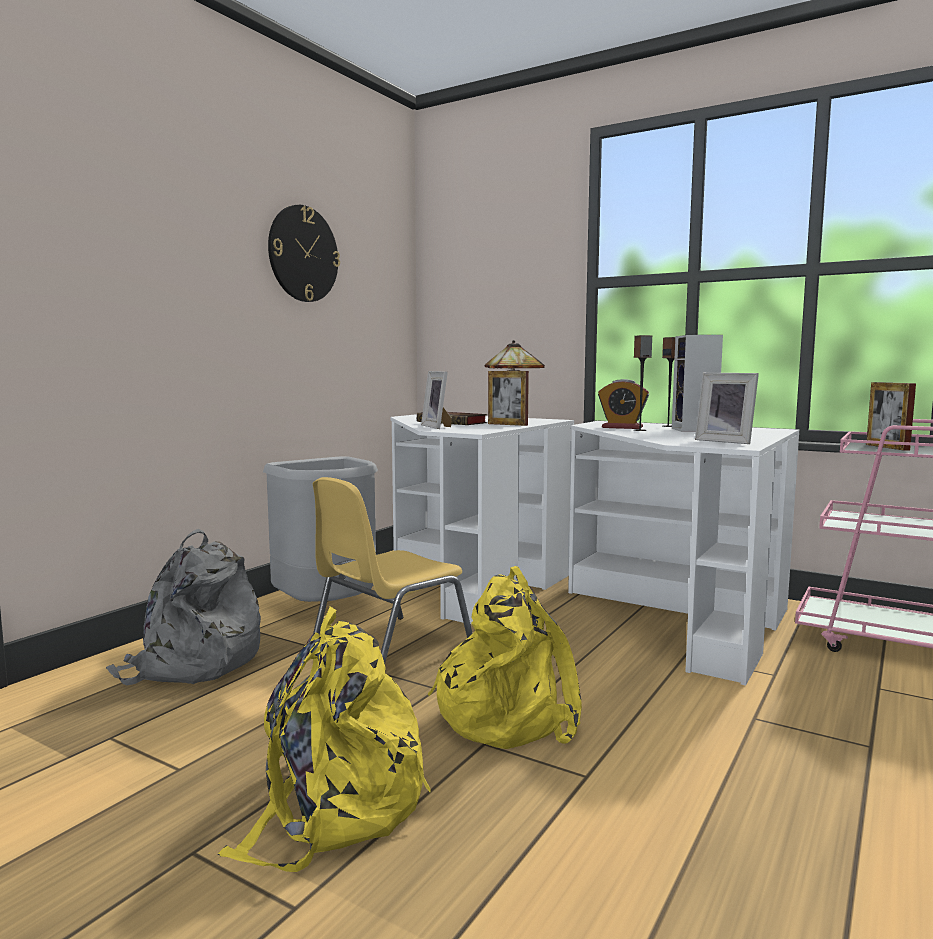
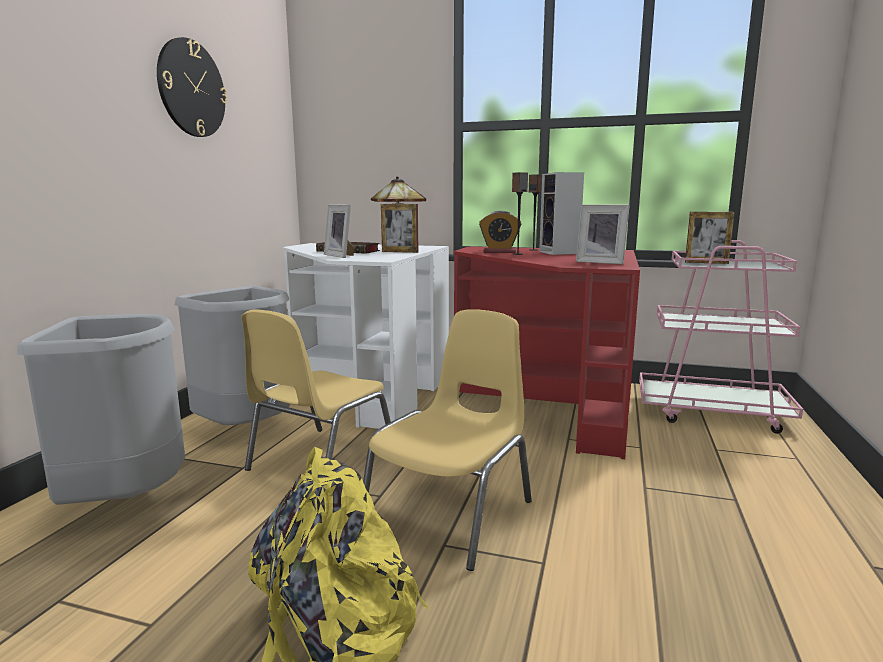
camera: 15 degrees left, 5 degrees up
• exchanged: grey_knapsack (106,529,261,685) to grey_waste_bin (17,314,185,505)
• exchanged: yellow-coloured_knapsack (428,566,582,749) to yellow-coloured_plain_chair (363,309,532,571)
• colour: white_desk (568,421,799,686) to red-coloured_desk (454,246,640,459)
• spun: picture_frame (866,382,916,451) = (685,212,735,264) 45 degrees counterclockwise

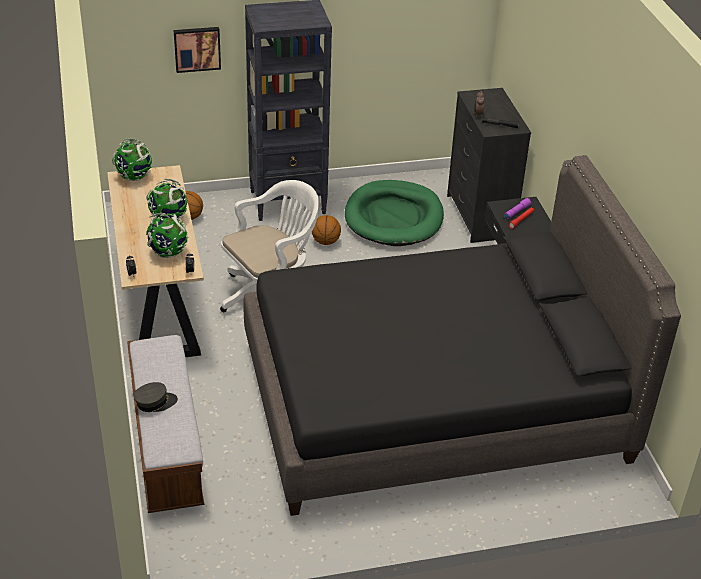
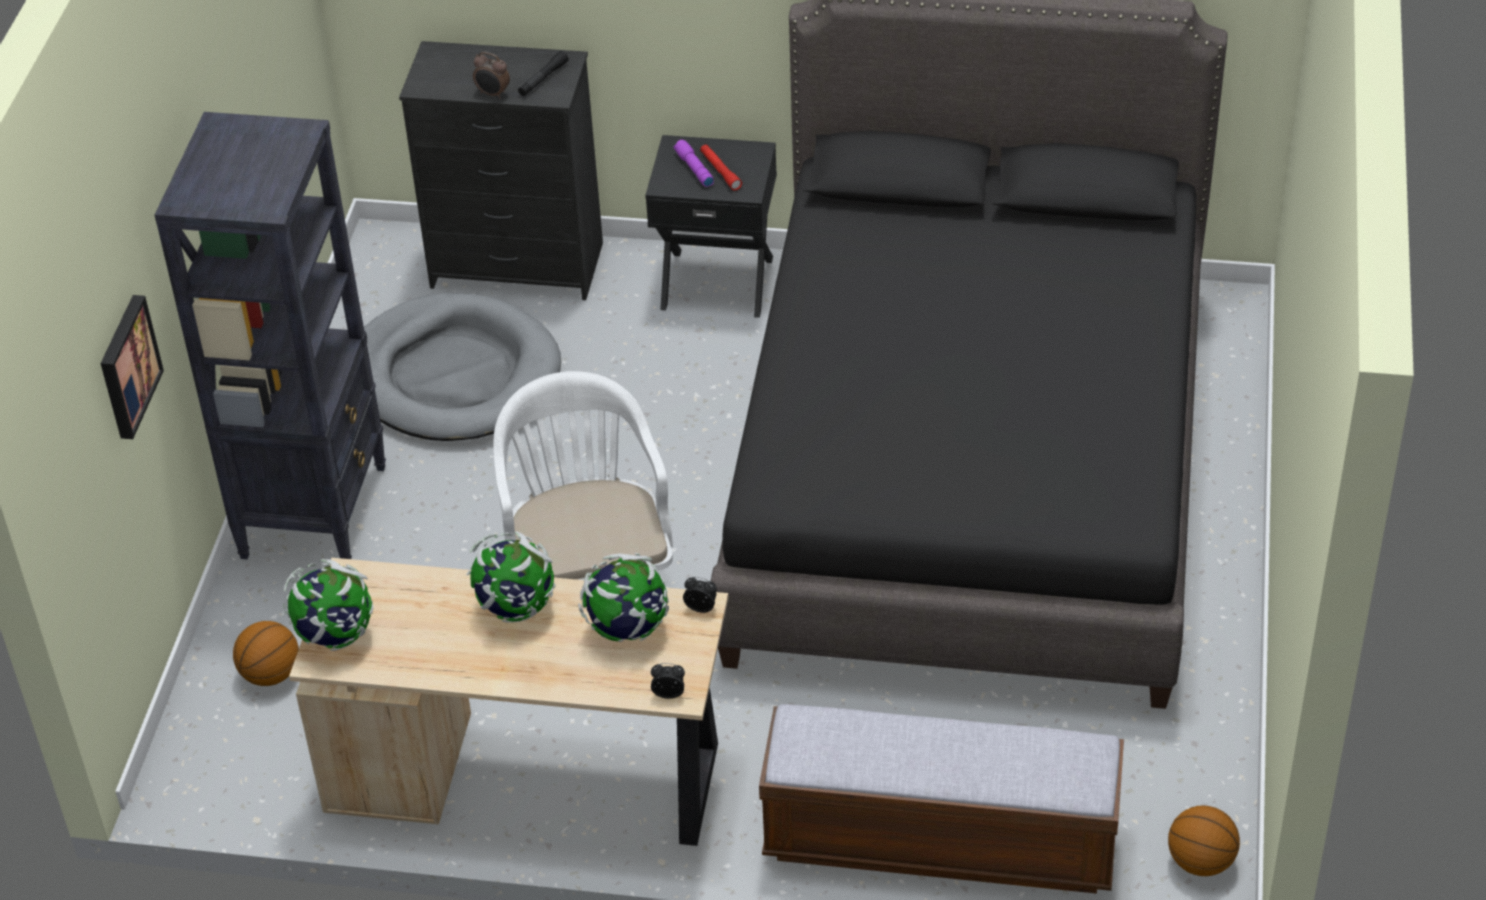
camera: 65 degrees left, 5 degrees up
• missing: grey_cap (134,382,178,412)
• relocated: ball_for_basketball (312,215,341,245) to (1168,805,1240,876)
• colour: green_pet_bed (345,180,444,246) to grey_pet_bed (364,293,561,441)

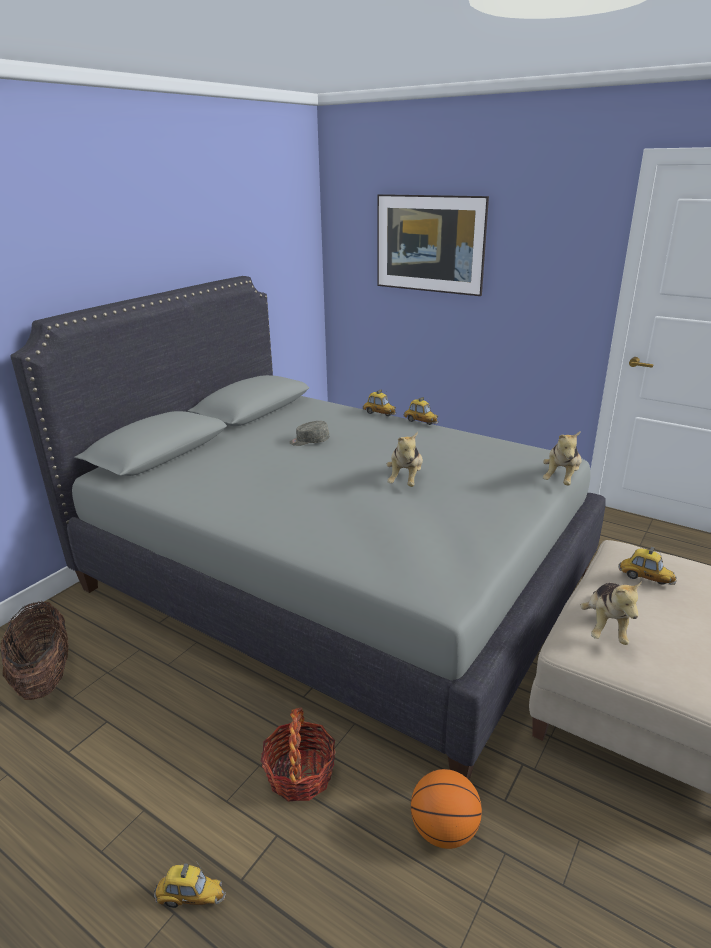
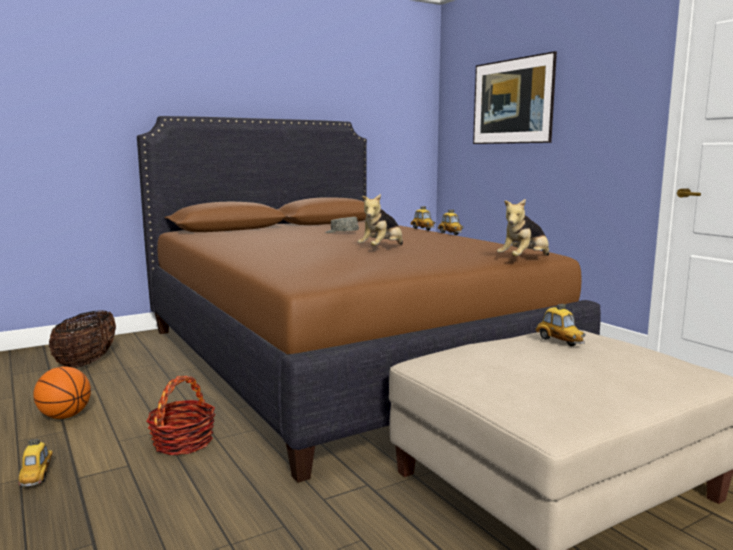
camera: 25 degrees right, 15 degrees down
• missing: cuddly_toy (580,581,642,645)
• relocated: ball_for_basketball (411,769,482,849) to (33,366,91,419)
• colour: grey_bed (10,276,606,780) to brownish_bed (137,116,601,483)
• spun: miniature_car (154,862,226,908) = (18,439,53,489) 135 degrees counterclockwise

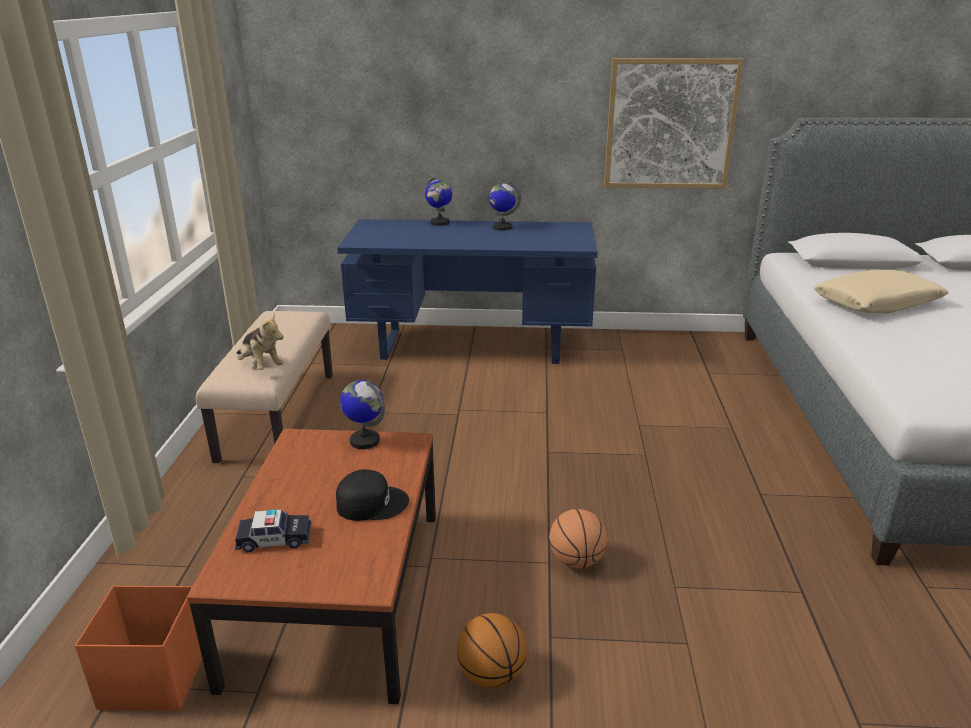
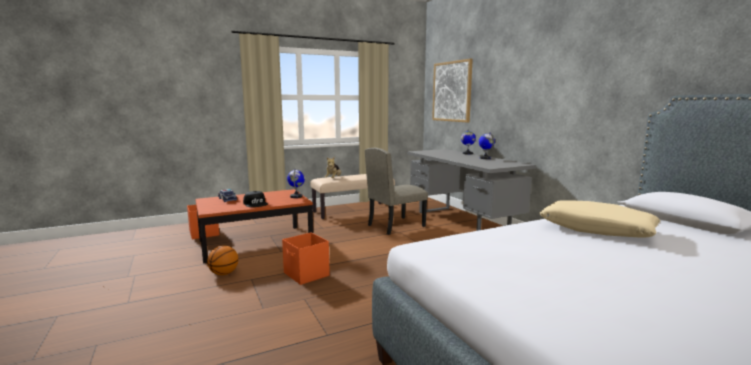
camera: 60 degrees right, 15 degrees down
• appeared: sand-coloured_plain_chair (365,148,428,235)
• relocated: wall_art (604,58,744,189) to (432,59,473,123)
• exchanged: ball_for_basketball (549,509,608,568) to orangey_storage_bin (282,232,330,285)
• colour: blue_desk (337,219,597,364) to grey_desk (407,149,536,231)

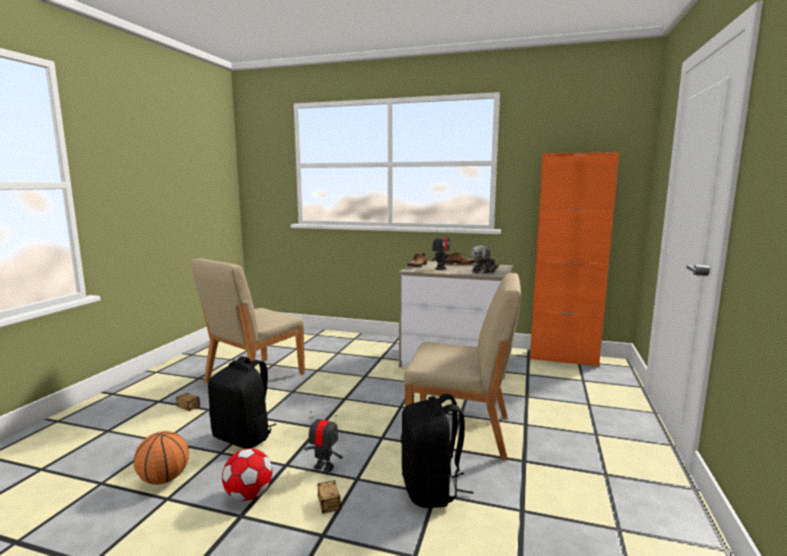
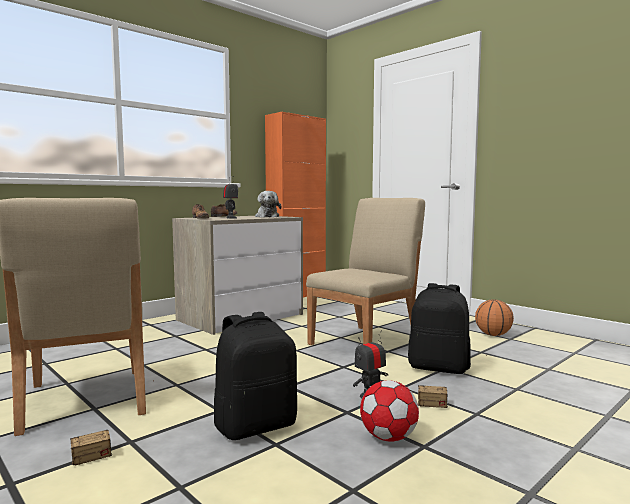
camera: 60 degrees left, 5 degrees down
• relocated: ball_for_basketball (134,431,189,484) to (475,299,514,336)

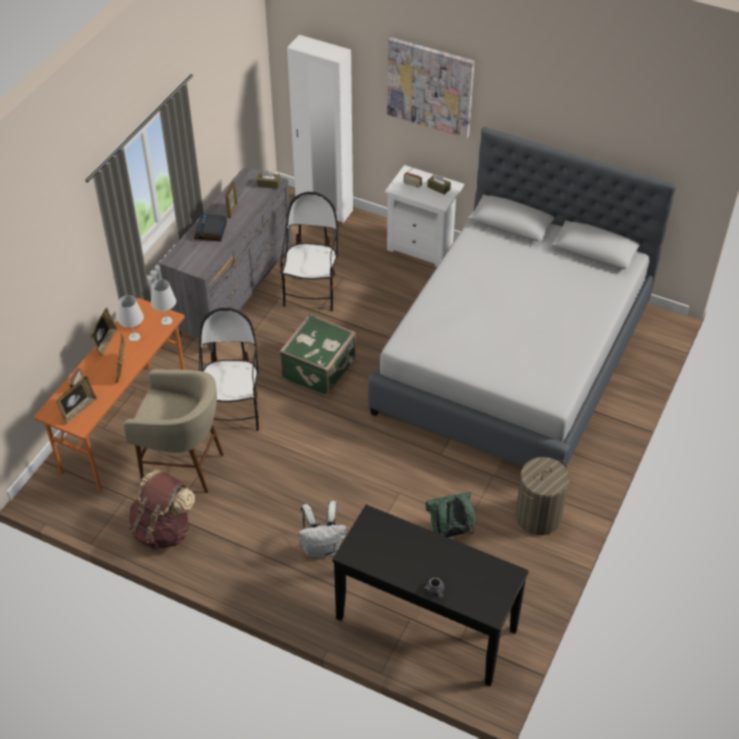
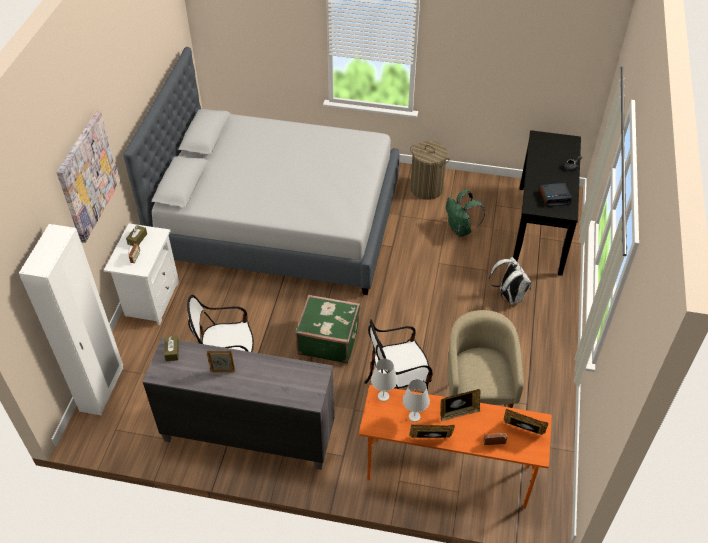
camera: 105 degrees left, 0 degrees up
• missing: brownish_knapsack (129,470,195,550)
• relocated: bedside_clock (194,214,227,242) to (539,183,572,207)

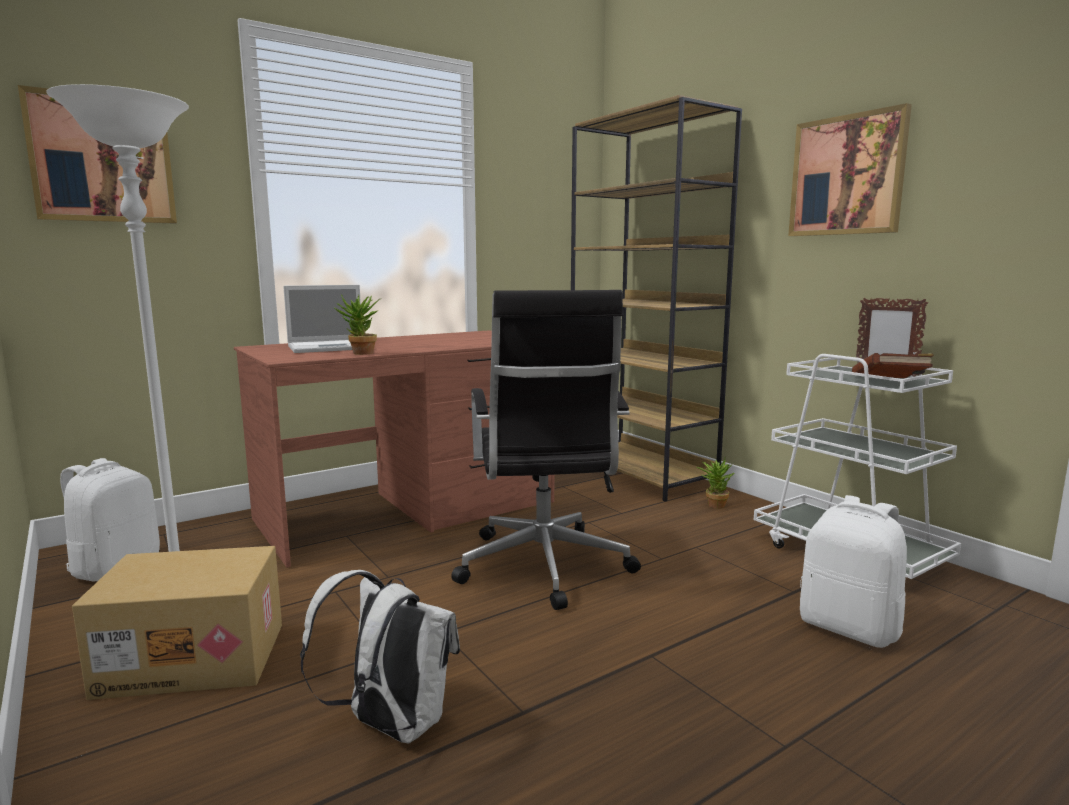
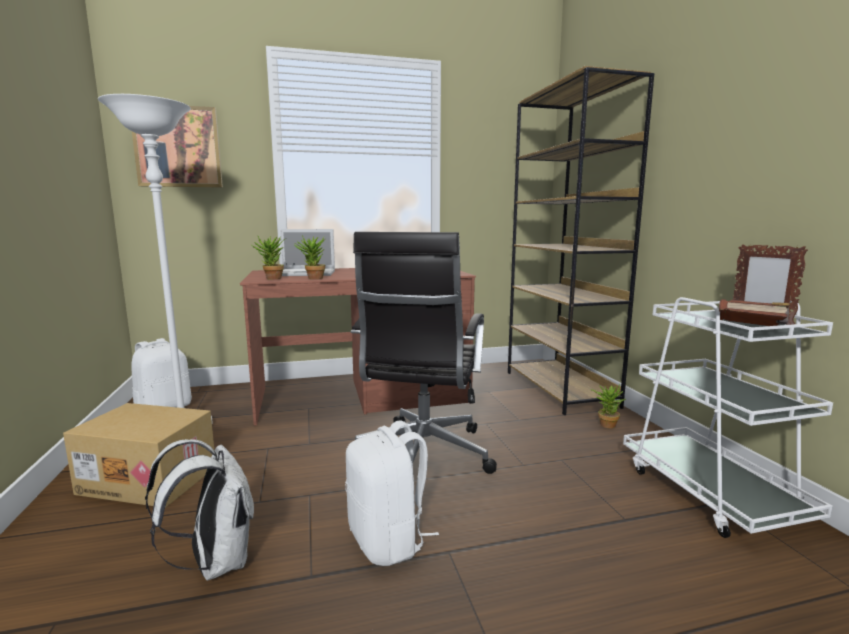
camera: 20 degrees right, 0 degrees up
• missing: wall_art (788,103,912,236)
• appeared: potted_plant (252,236,285,279)
• relocated: white_knapsack (800,495,907,648) to (345,420,439,566)

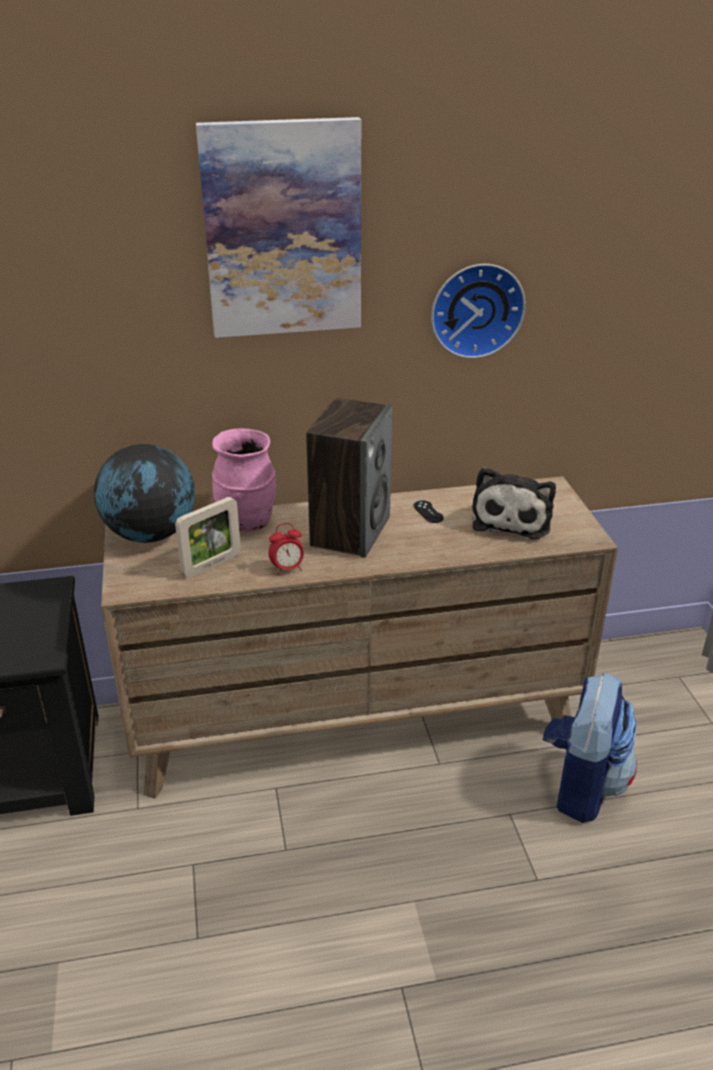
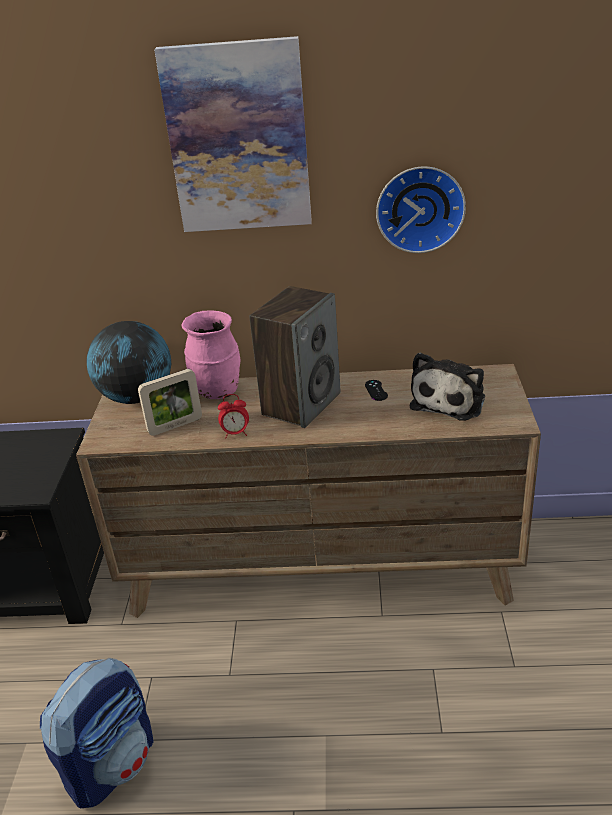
camera: 15 degrees right, 0 degrees up
• relocated: knapsack (543,672,637,823) to (40,657,154,808)

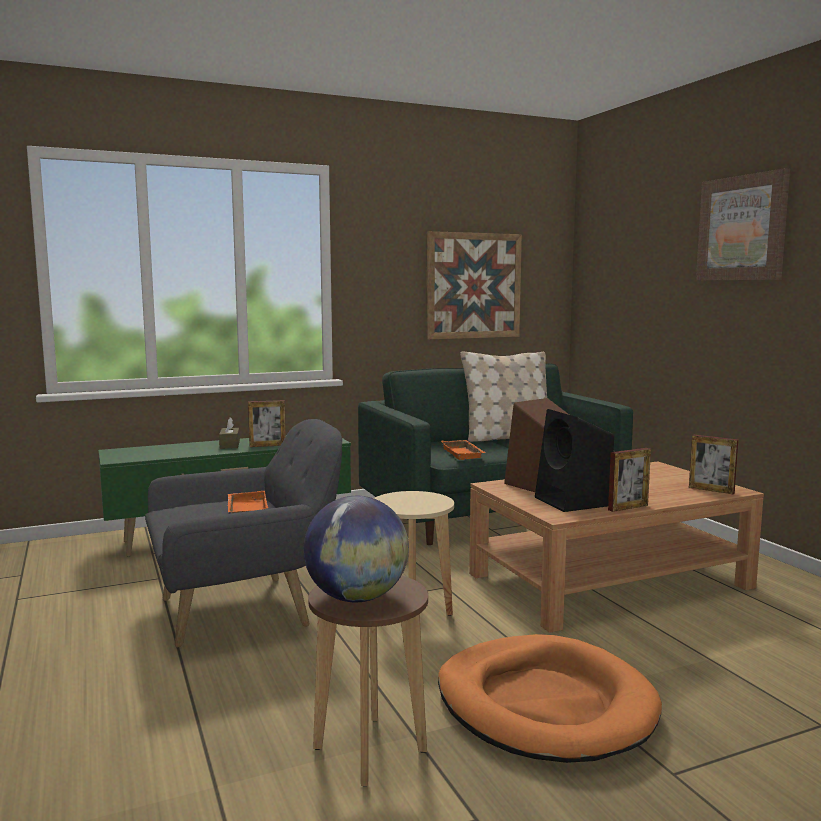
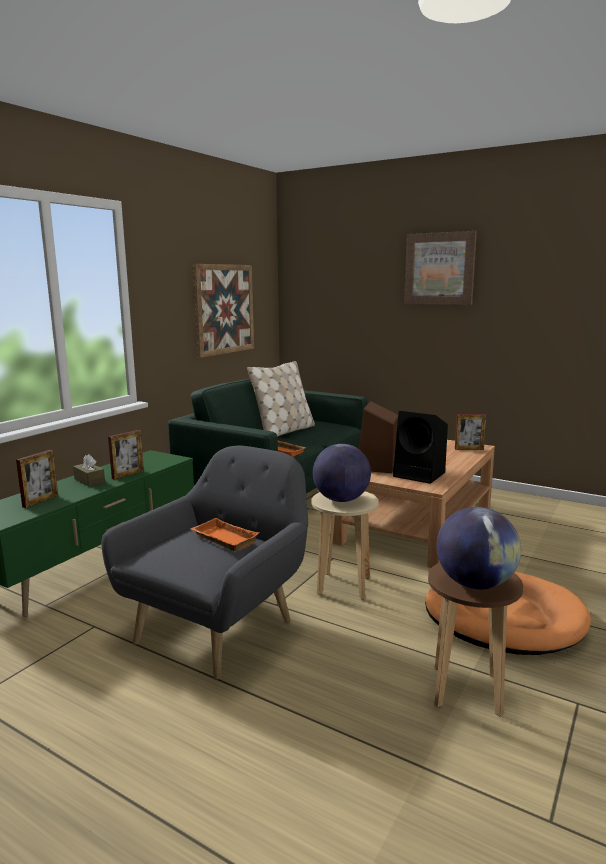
camera: 35 degrees left, 5 degrees up
• appeared: world_globe (313,444,371,502)
• relocated: picture_frame (608,448,651,512) to (16,450,58,508)

